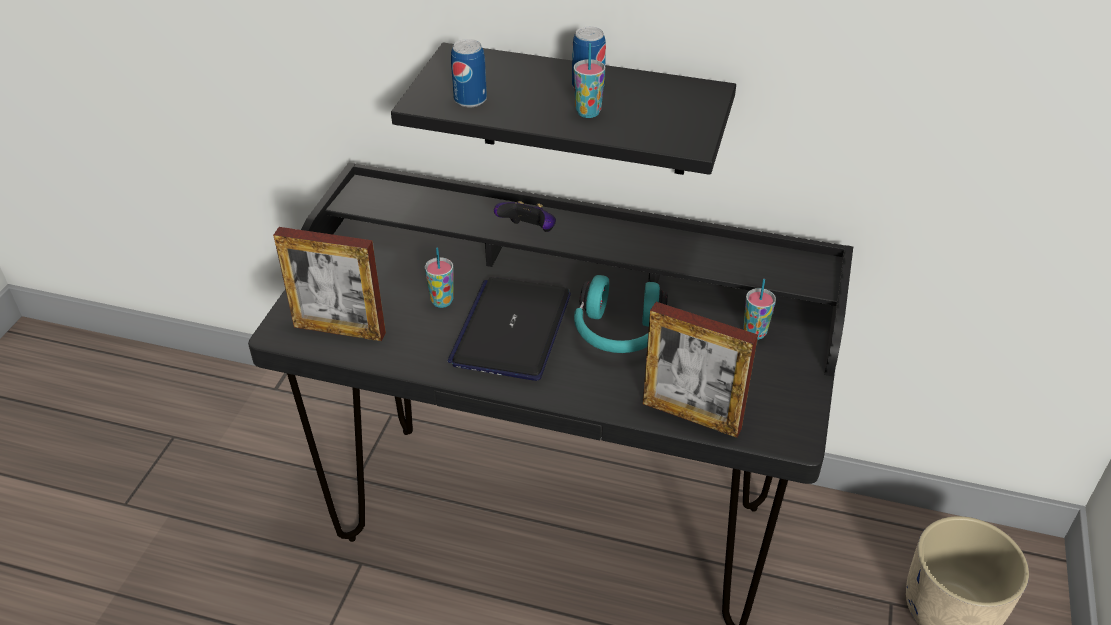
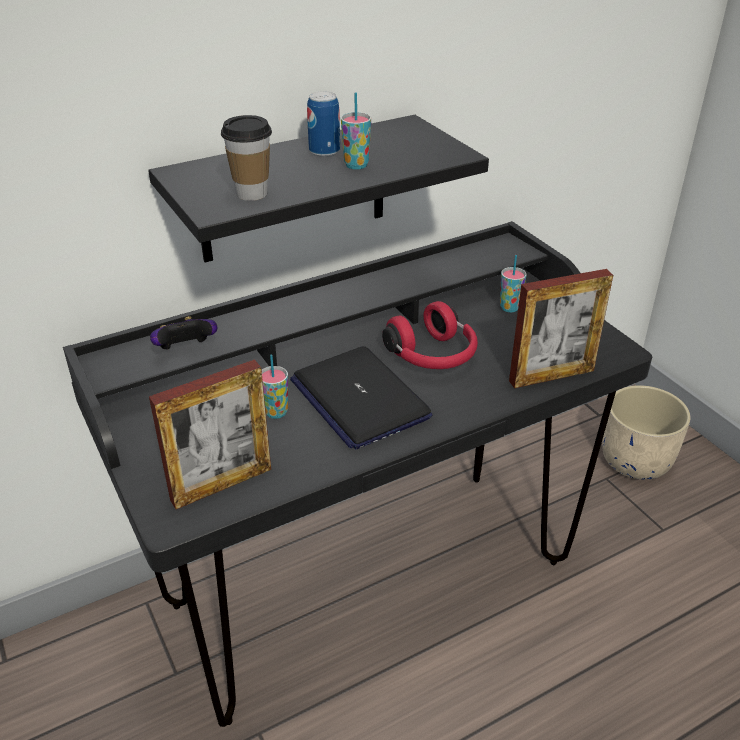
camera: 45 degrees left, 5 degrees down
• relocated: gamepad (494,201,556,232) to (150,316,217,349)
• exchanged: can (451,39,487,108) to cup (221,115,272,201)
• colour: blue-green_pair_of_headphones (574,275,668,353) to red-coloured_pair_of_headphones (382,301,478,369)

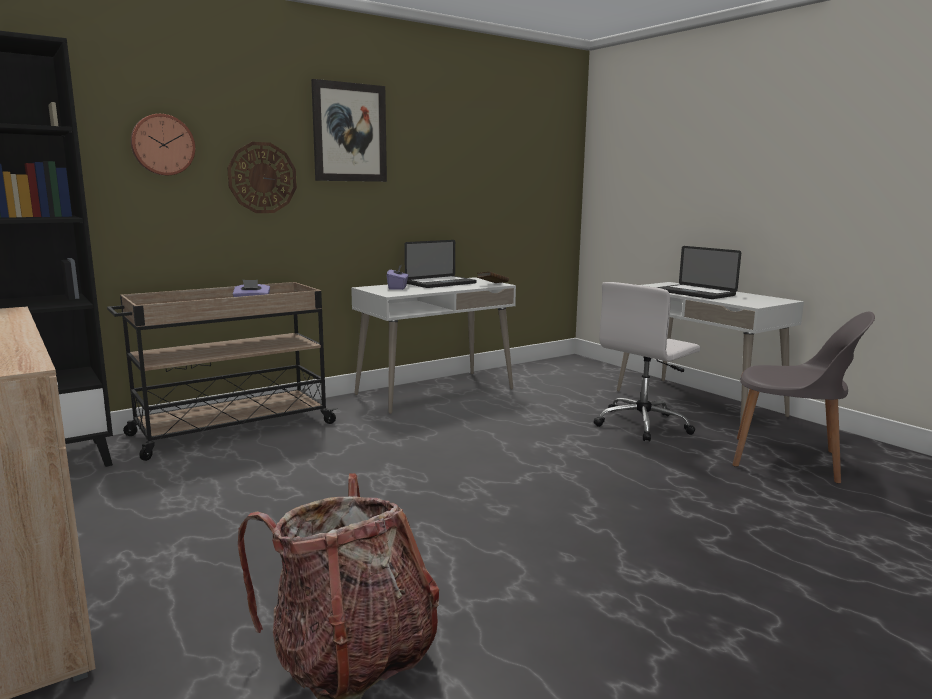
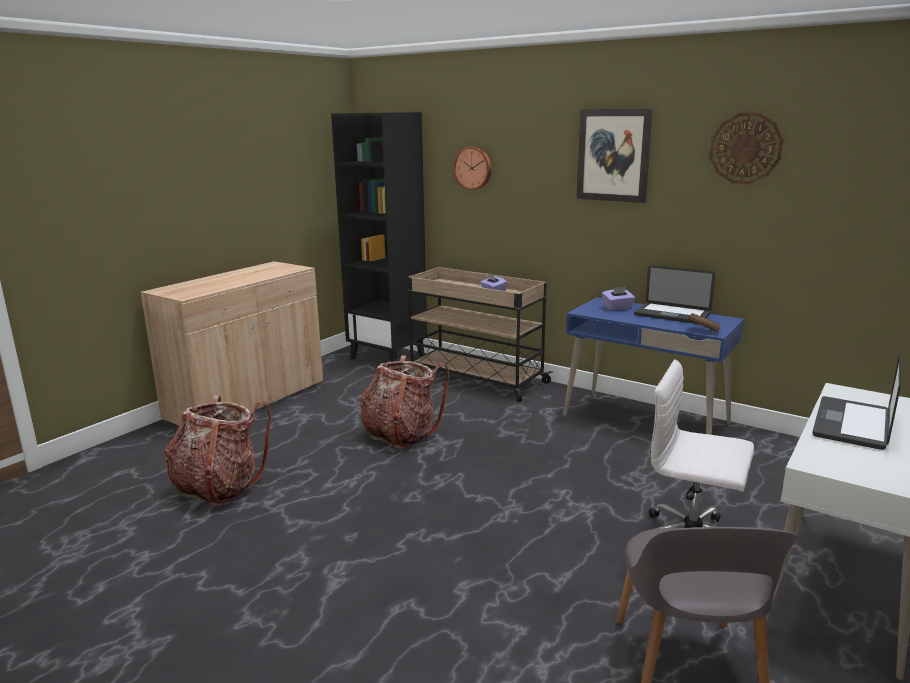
camera: 70 degrees right, 5 degrees up
• appeared: knapsack (360,355,449,449)
• relocated: clock_on_the_wall (227,142,297,213) to (709,113,783,184)
• colour: white_desk (351,277,516,414) to blue_desk (563,297,744,435)

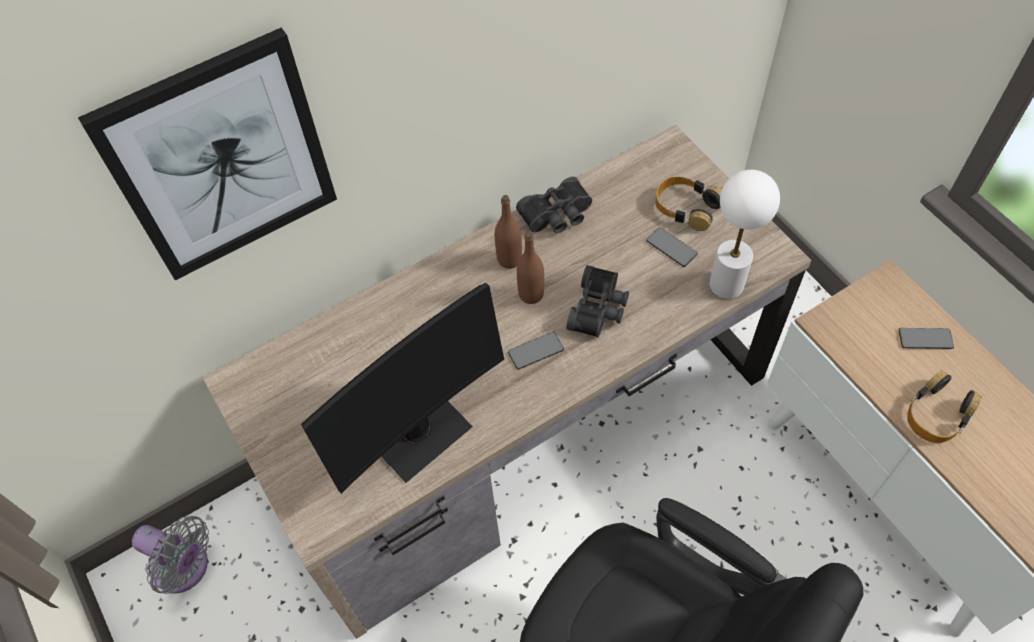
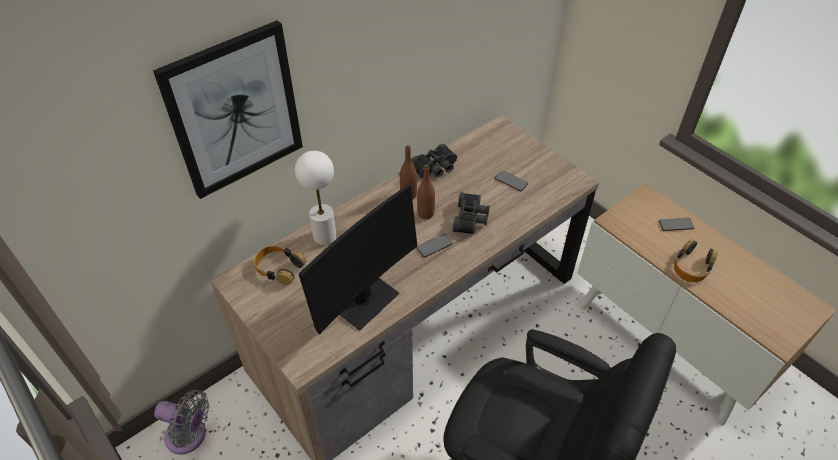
camera: 10 degrees left, 10 degrees down
• relocated: pair_of_headphones (656,176,722,231) to (254,246,306,285)
• relocated: white_lamp_for_a_table (709,170,780,299) to (295,151,337,245)

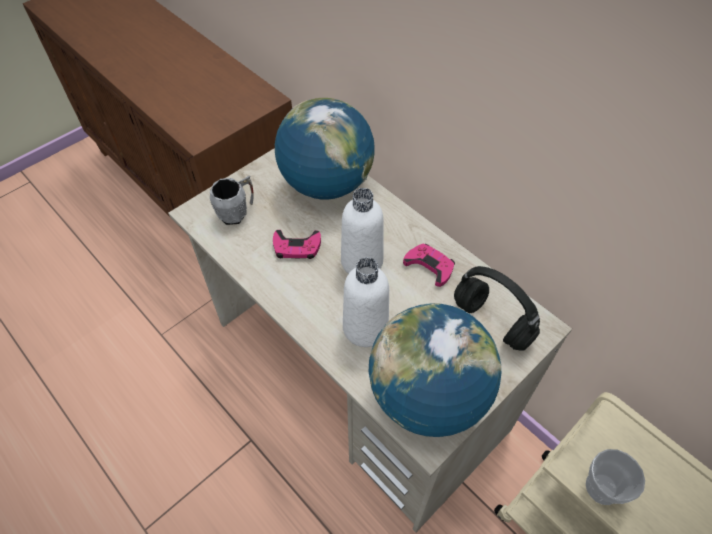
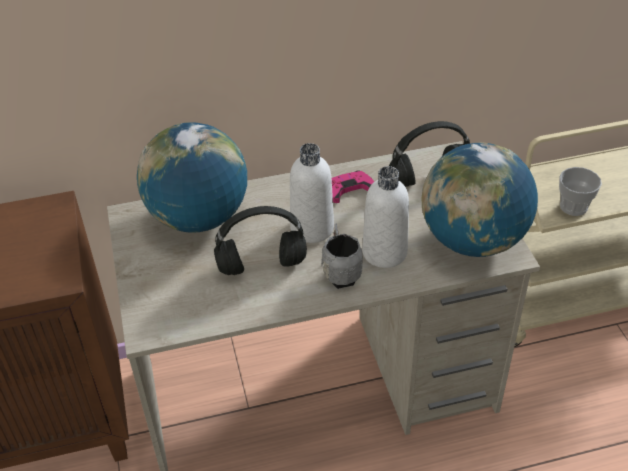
camera: 60 degrees left, 10 degrees down
• relocated: grey_coffee_mug (210,175,254,225) to (321,223,363,289)
• exchanged: pinkish_gamepad (273,230,321,259) to blackish_pair_of_headphones (214,206,307,275)

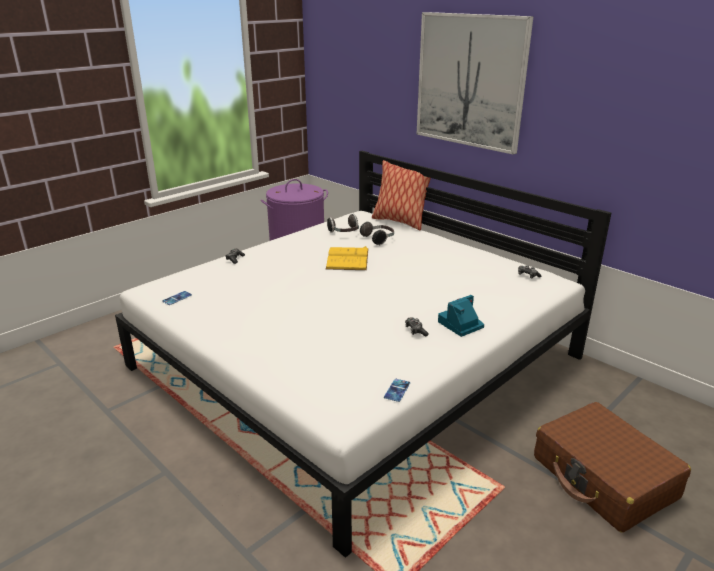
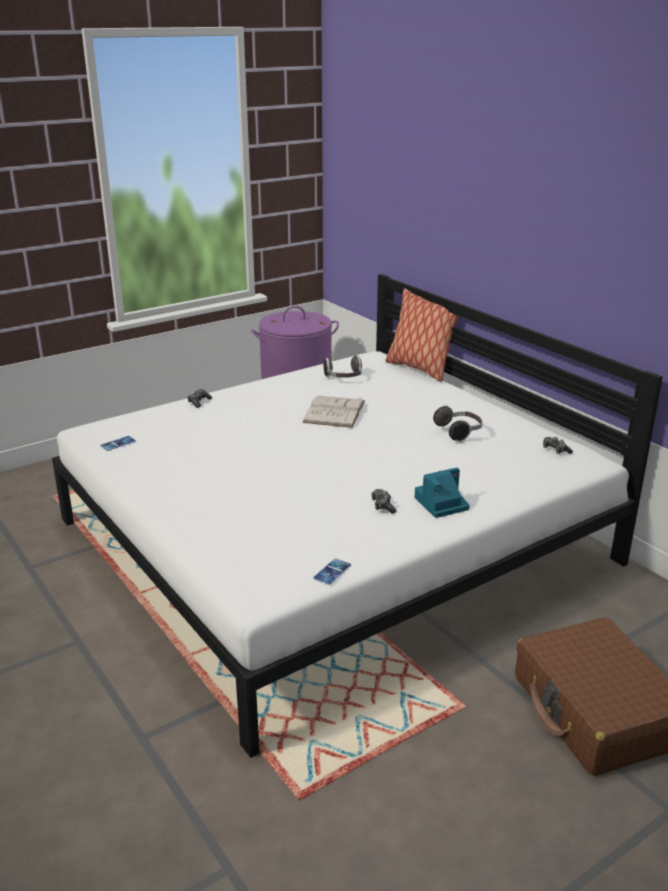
camera: 10 degrees right, 0 degrees up
• missing: wall_art (417,12,534,155)
• relocated: pair_of_headphones (360,221,394,245) to (433,405,482,442)
• colour: yellow-coloured_bound_book (326,246,368,270) to white_bound_book (303,396,365,428)

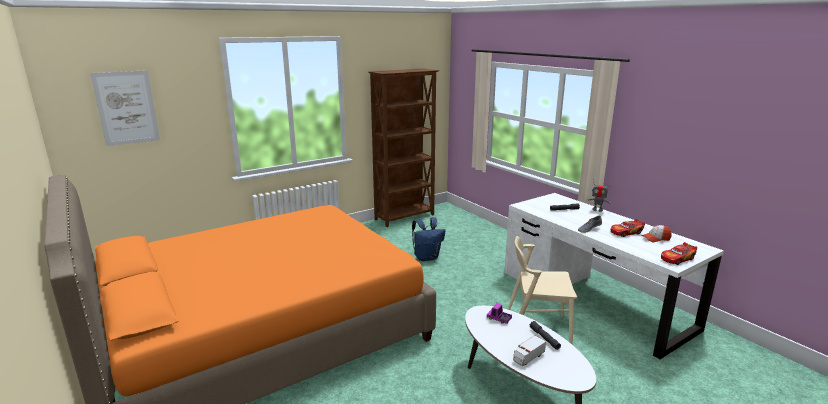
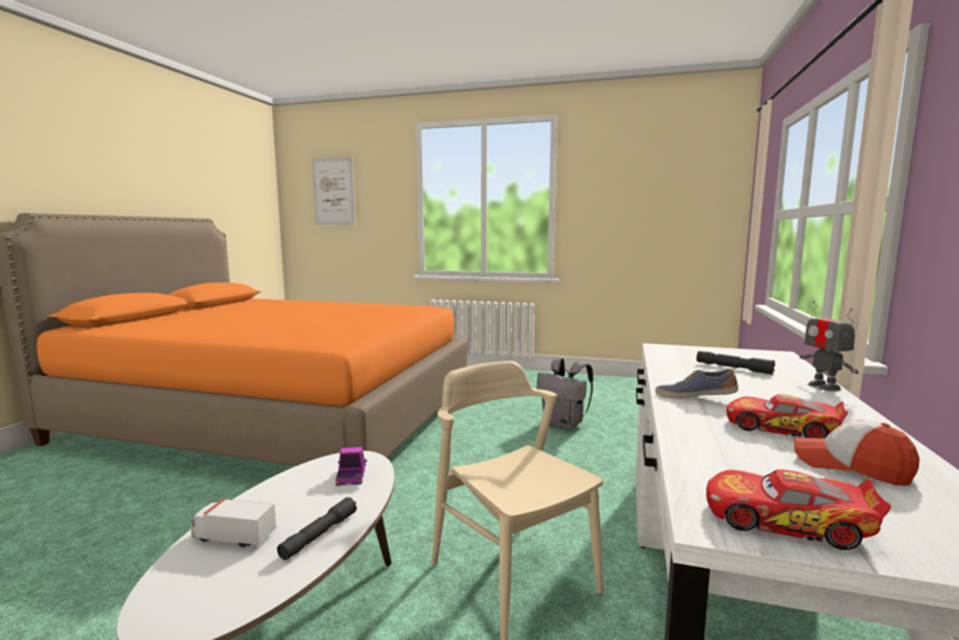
camera: 50 degrees right, 10 degrees down
• missing: brownish_bookshelf (369,68,439,227)
• colour: blue_knapsack (412,217,445,261) to grey_knapsack (536,358,593,429)

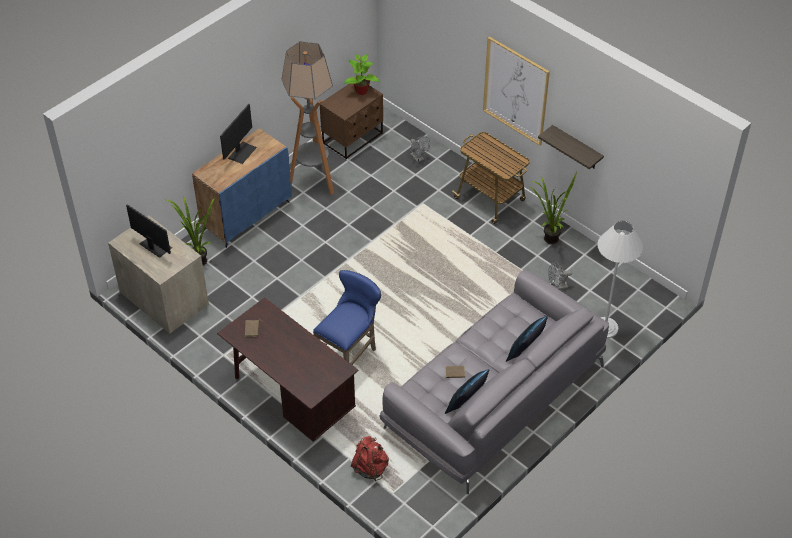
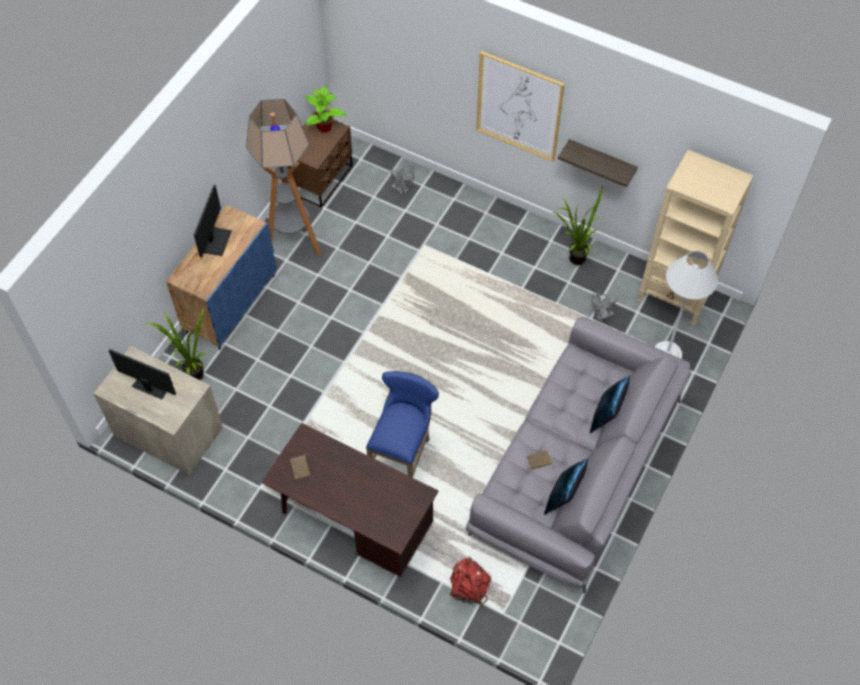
camera: 15 degrees left, 10 degrees up
• missing: trolley (452,132,530,224)
• appeared: sand-coloured_bookshelf (638,150,753,326)

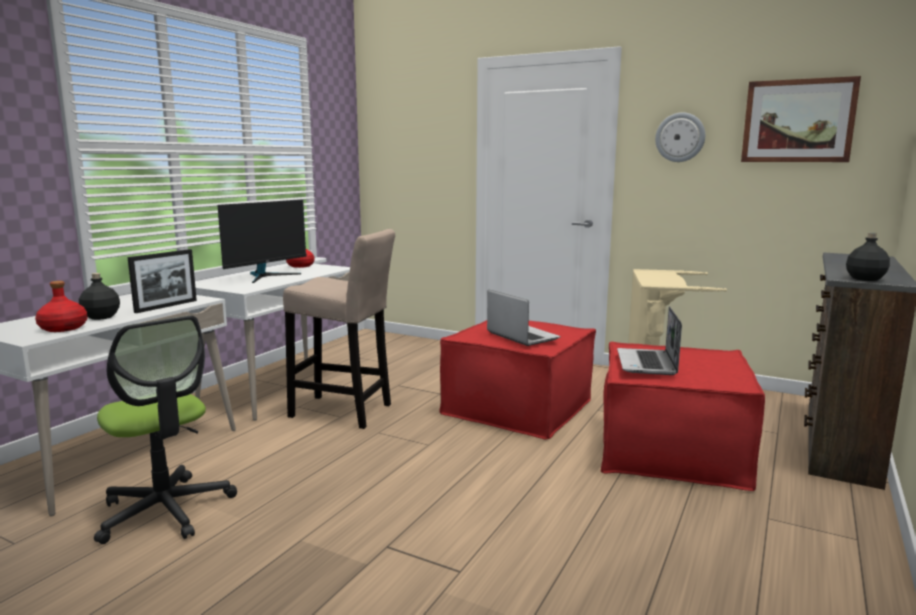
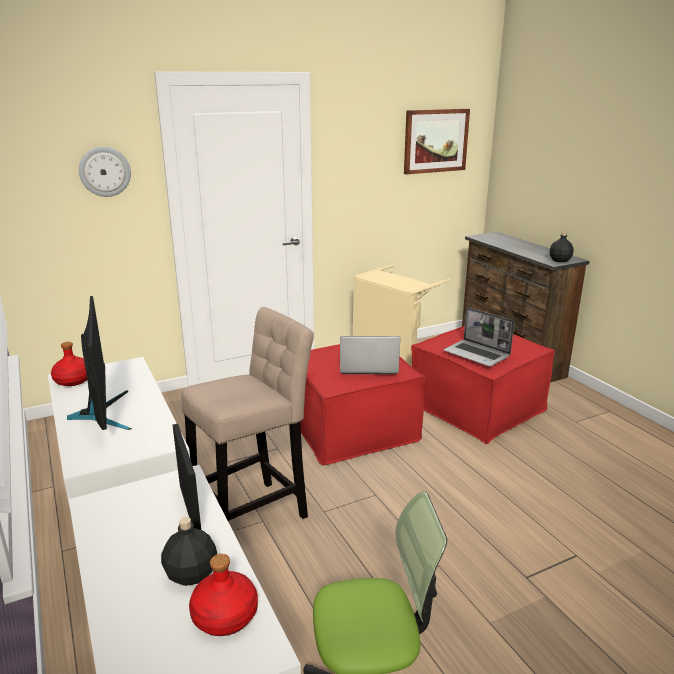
camera: 55 degrees left, 10 degrees up
• relocated: clock_on_the_wall (655,112,705,162) to (79,146,131,197)

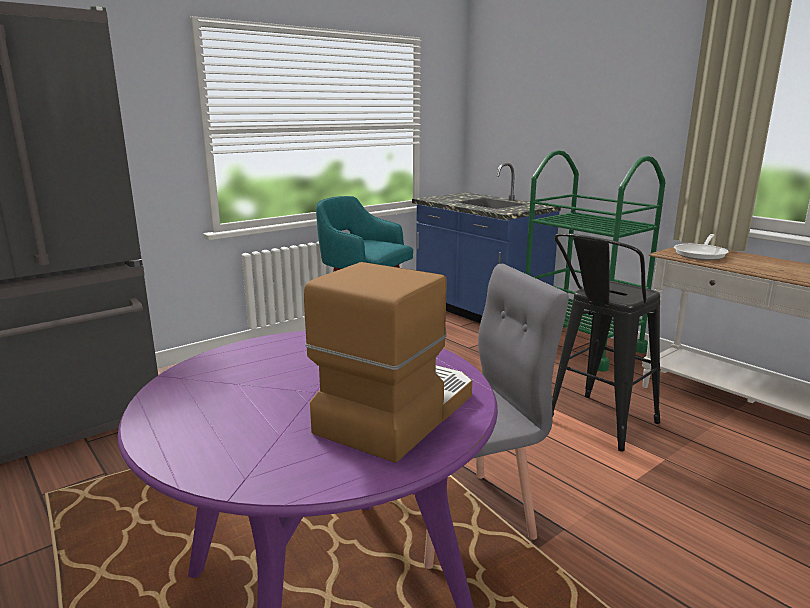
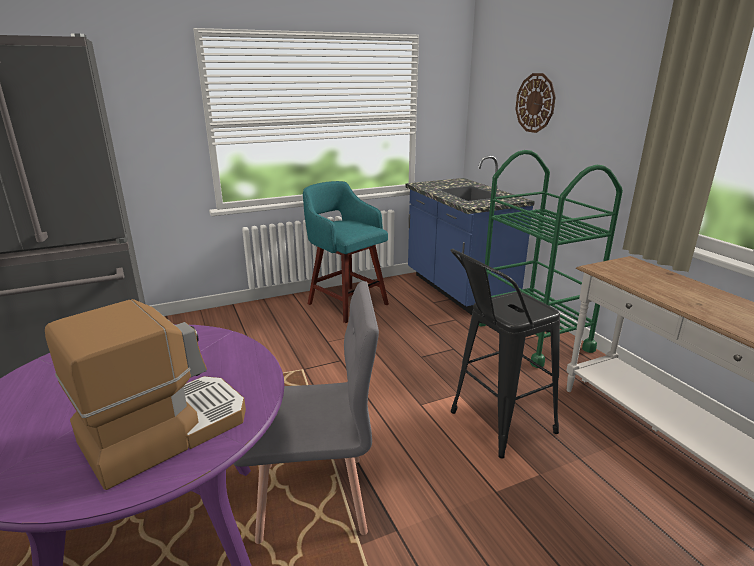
camera: 15 degrees right, 5 degrees up
• missing: pan (674,234,729,260)
• appeared: clock_on_the_wall (515,73,556,133)

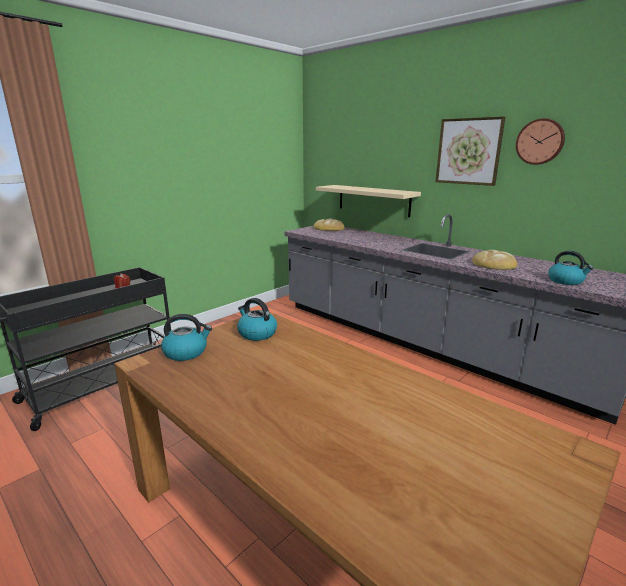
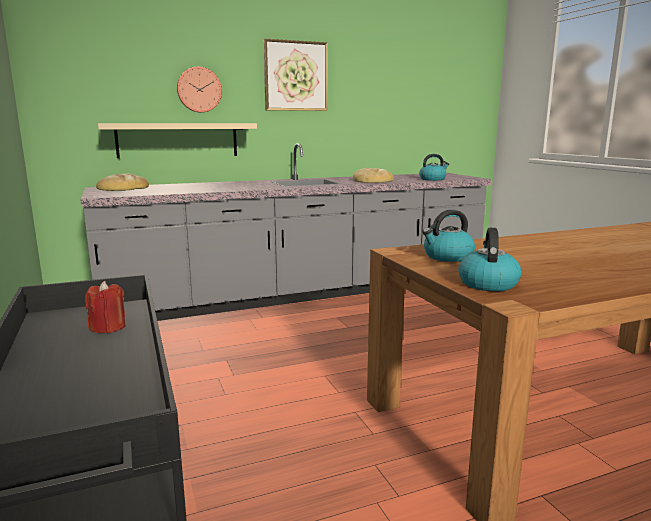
camera: 65 degrees left, 5 degrees down
• relocated: clock_on_the_wall (516,118,565,165) to (177,66,222,112)

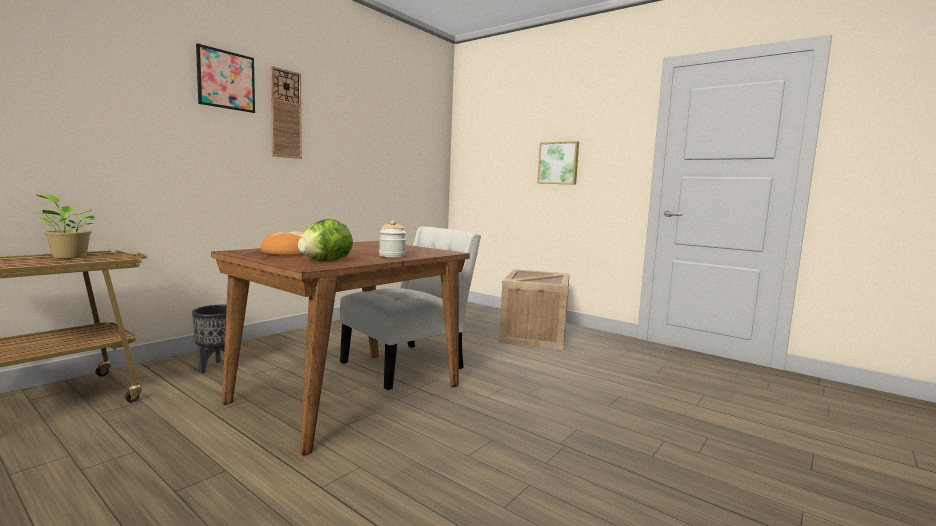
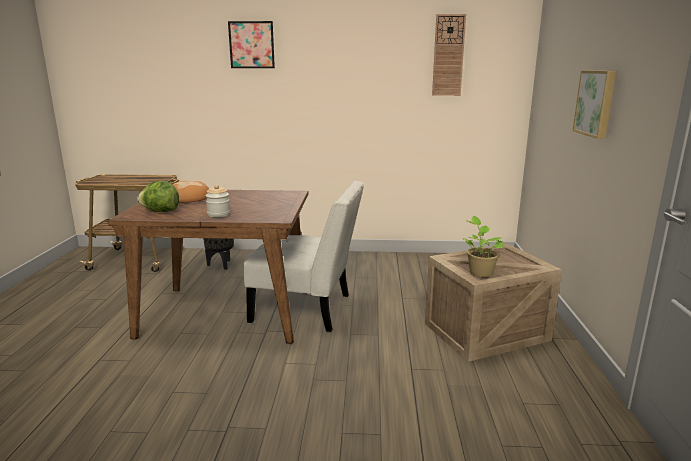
camera: 55 degrees right, 10 degrees up
• relocated: potted_plant (34,194,95,259) to (462,216,505,277)
• relocated: clock_on_the_wall (270,66,302,159) to (432,14,466,96)

